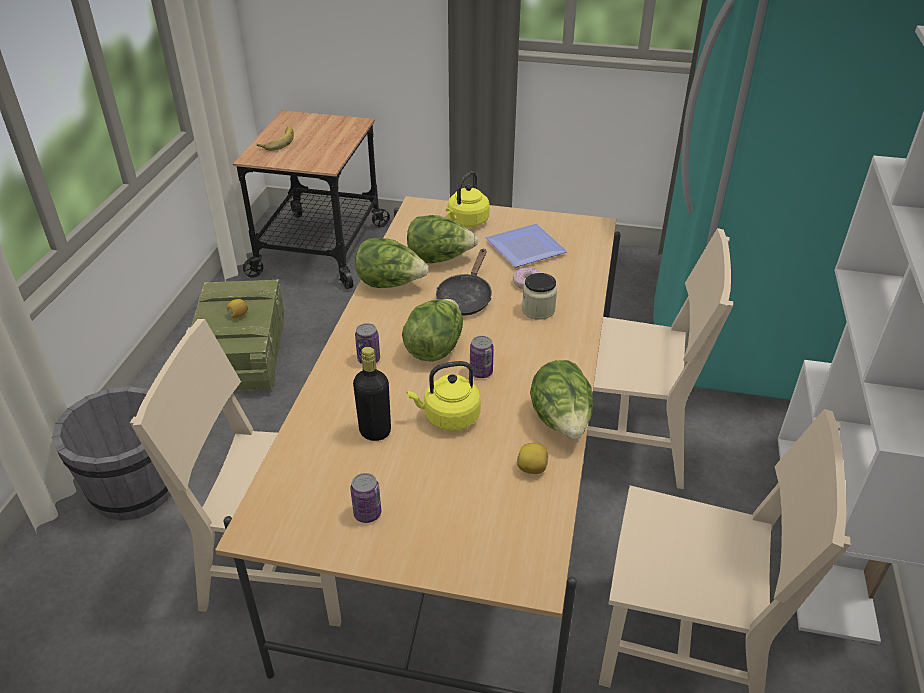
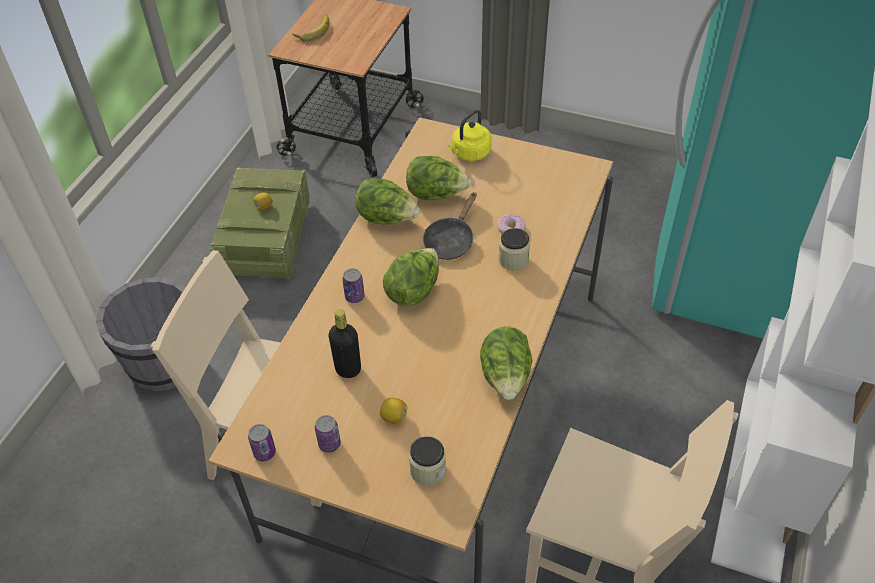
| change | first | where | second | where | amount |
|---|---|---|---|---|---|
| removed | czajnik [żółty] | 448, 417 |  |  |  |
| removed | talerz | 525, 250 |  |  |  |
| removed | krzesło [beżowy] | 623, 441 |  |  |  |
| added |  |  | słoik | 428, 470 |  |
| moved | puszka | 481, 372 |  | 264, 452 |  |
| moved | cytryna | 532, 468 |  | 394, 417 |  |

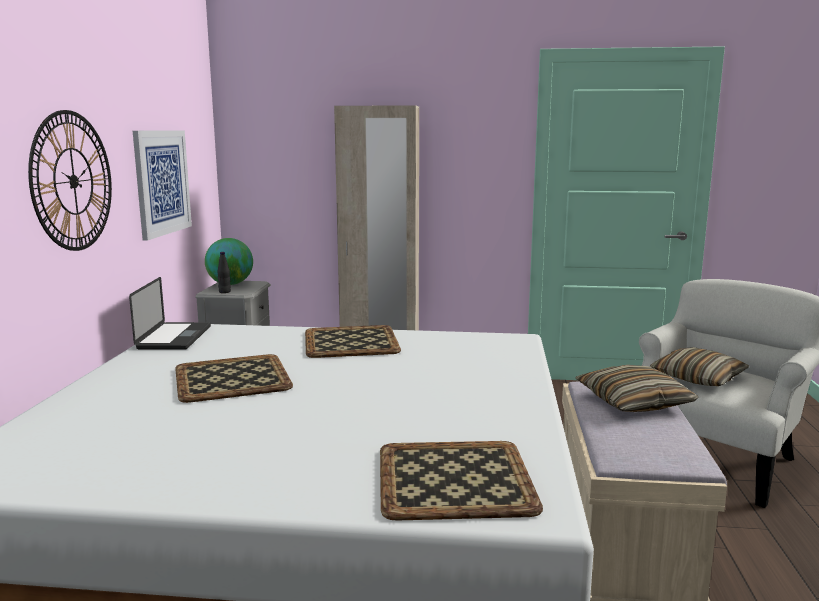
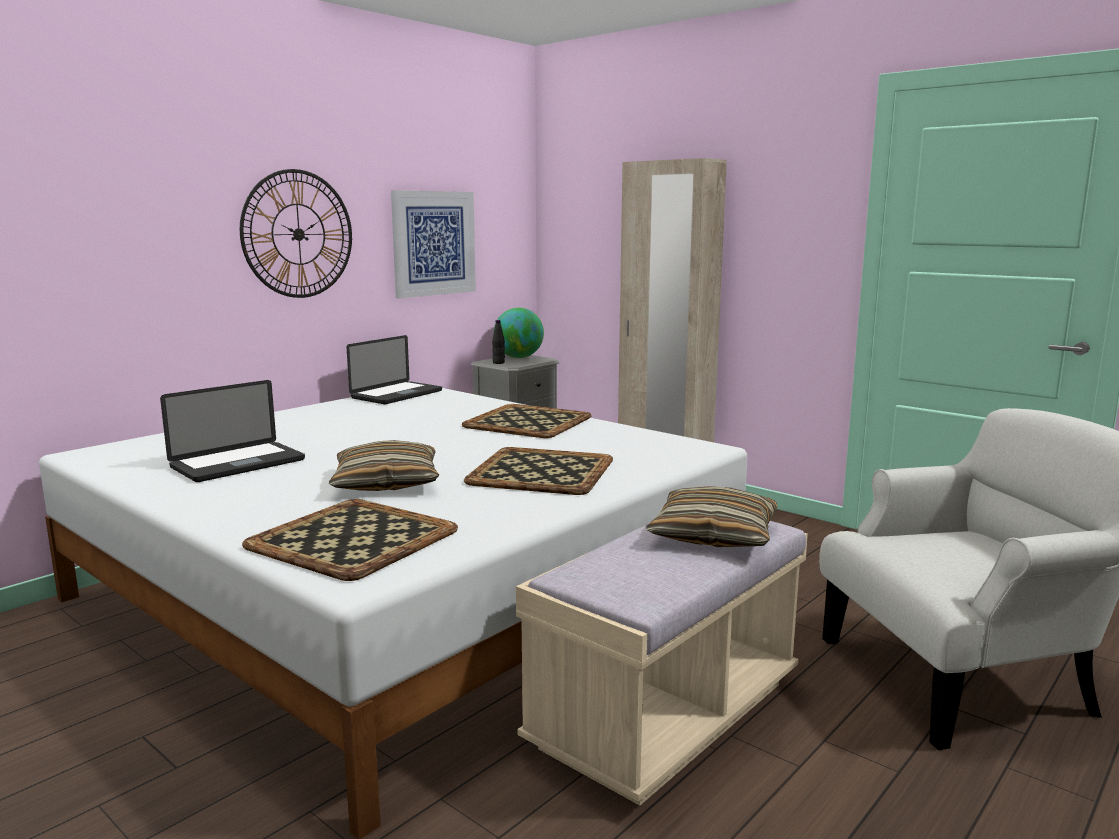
| change | first | where | second | where | amount |
|---|---|---|---|---|---|
| added |  |  | laptop | 238, 464 |  |
| moved | taca | 231, 379 |  | 539, 472 |  |
| moved | poduszka | 698, 378 |  | 386, 482 |  |

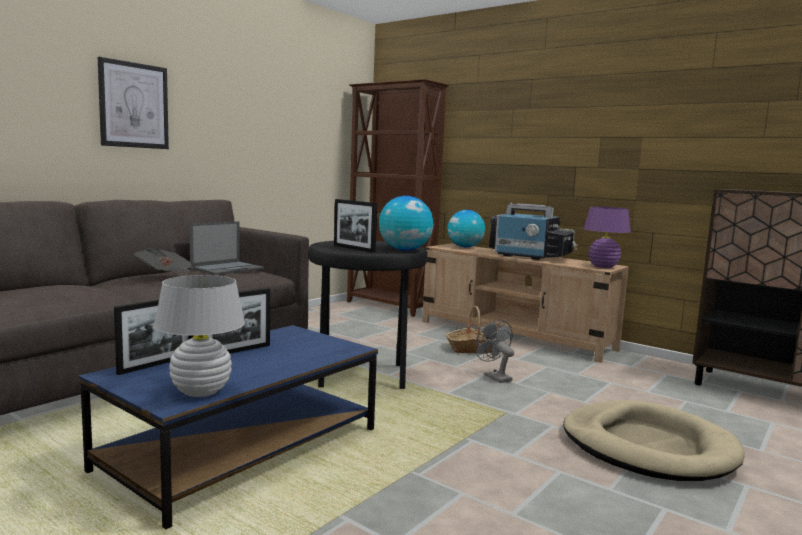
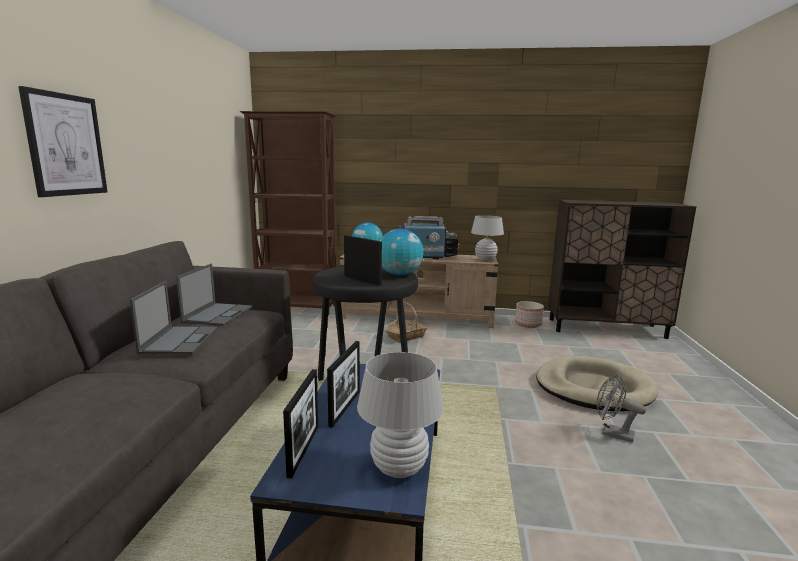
| change | first | where | second | where | amount |
|---|---|---|---|---|---|
| added |  |  | donica | 528, 324 |  |
| moved | wentylator [szary] | 494, 377 |  | 612, 433 |  |
| replaced | gazeta | 167, 277 | laptop | 180, 340 |  |
| recoloured | lampa stołowa [fioletowy] | 603, 267 | lampa stołowa [biały] | 485, 259 |  |
| turned | ramka na zdjęcie | 354, 248 |  | 362, 280 | 150 degrees counterclockwise |

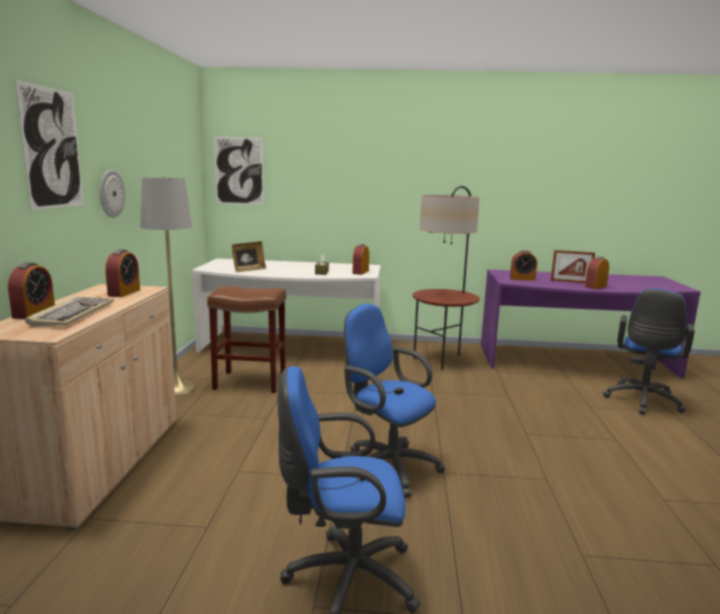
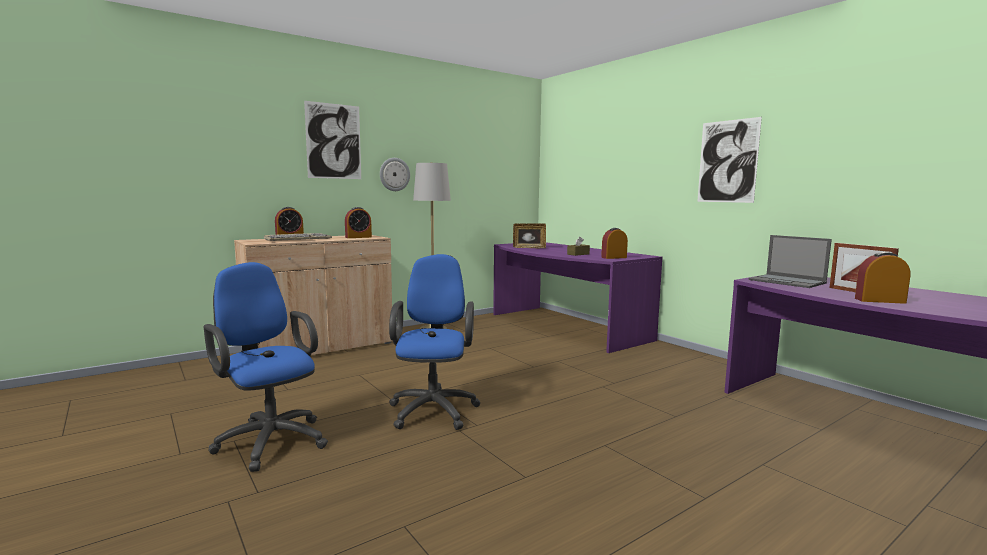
| change | first | where | second | where | amount |
|---|---|---|---|---|---|
| removed | stołek [brązowy] | 249, 382 |  |  |  |
| removed | lampa stojąca | 441, 360 |  |  |  |
| removed | krzesło biurowe [niebieski] | 642, 402 |  |  |  |
| moved | obraz | 239, 171 |  | 727, 161 |  |
| replaced | budzik | 522, 279 | laptop | 788, 281 |  |
| recoloured | biurko [biały] | 290, 347 | biurko [fioletowy] | 563, 327 |  |

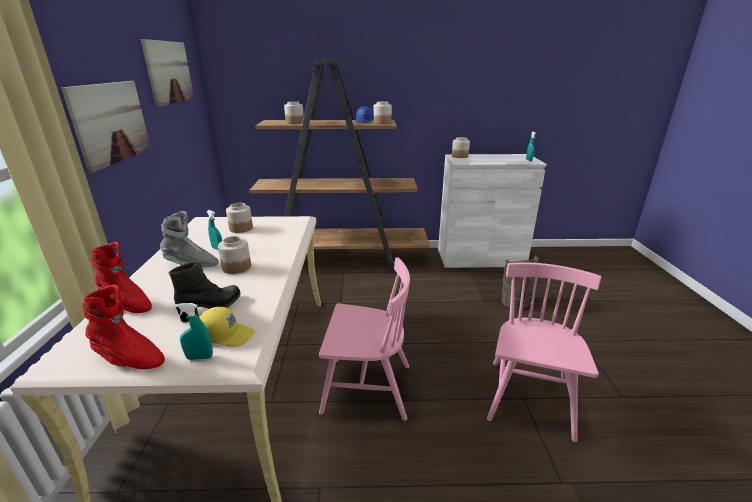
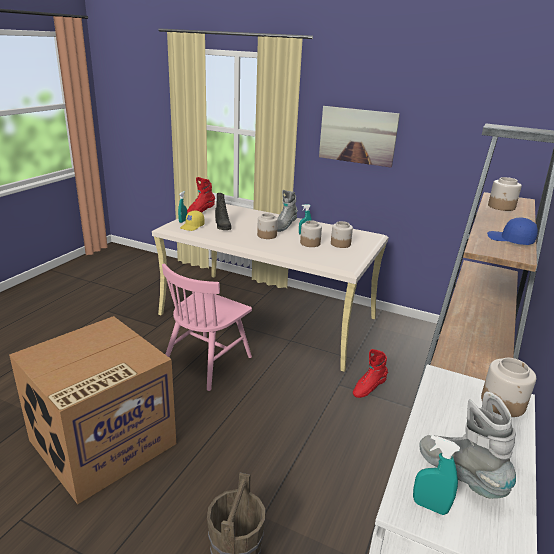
| change | first | where | second | where | amount |
|---|---|---|---|---|---|
| removed | obraz | 169, 72 |  |  |  |
| added |  |  | but z cholewką [szary] | 459, 476 |  |
| moved | but z cholewką [czerwony] | 126, 304 |  | 368, 388 |  |
| moved | słoik | 382, 122 |  | 310, 243 |  |
| replaced | krzesło [różowy] | 529, 398 | karton | 102, 444 |  |

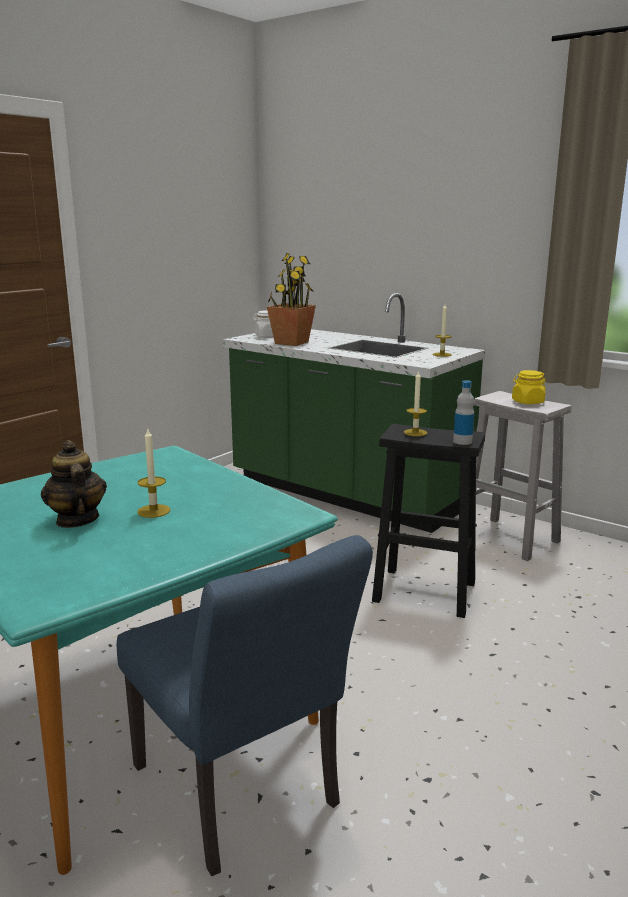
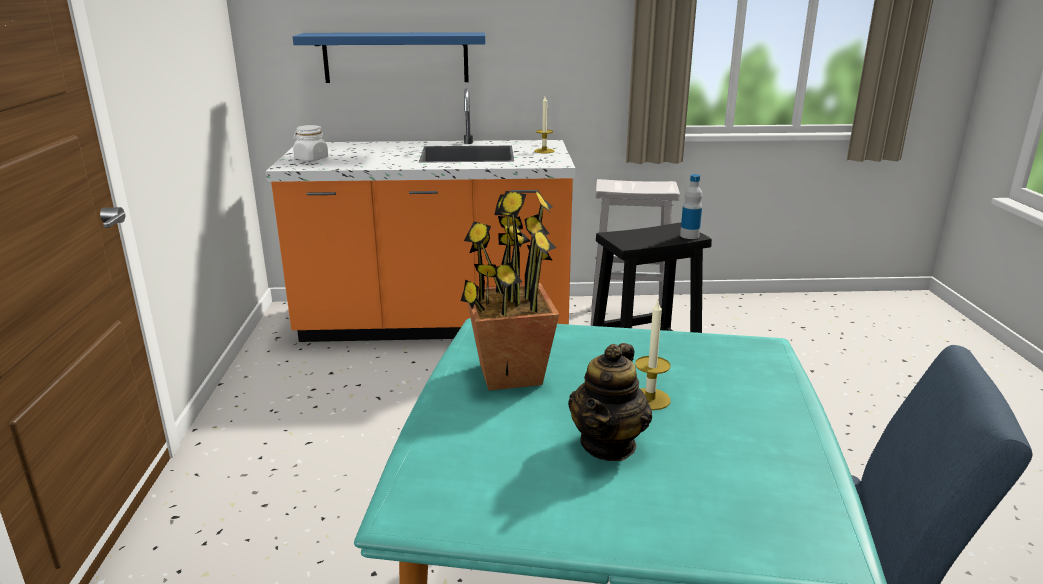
| change | first | where | second | where | amount |
|---|---|---|---|---|---|
| removed | świeca | 415, 432 |  |  |  |
| removed | słoik [żółty] | 527, 402 |  |  |  |
| added |  |  | półka [niebieski] | 396, 57 |  |
| moved | roślina doniczkowa | 291, 343 |  | 509, 374 |  |
| recoloured | zabudowa kuchenna [zielony] | 346, 494 | zabudowa kuchenna [pomarańczowy] | 435, 324 |  |
| turned | imbryk | 76, 520 |  | 609, 444 | 90 degrees counterclockwise |

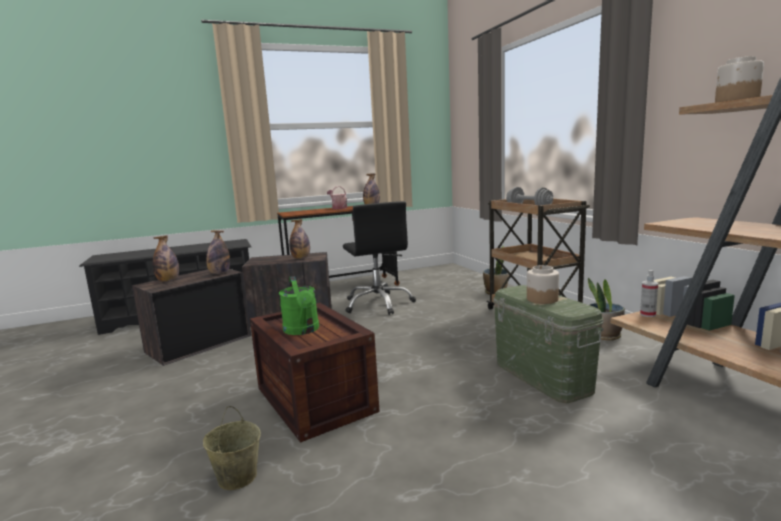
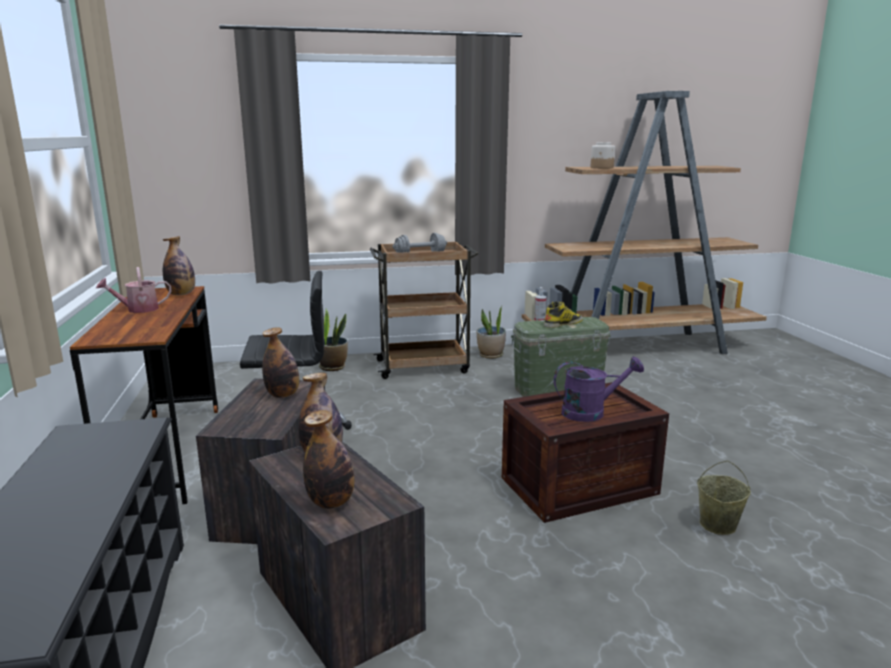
| change | first | where | second | where | amount |
|---|---|---|---|---|---|
| replaced | słoik | 542, 299 | but z cholewką | 563, 324 |  |
| recoloured | konewka [zielony] | 302, 330 | konewka [fioletowy] | 590, 412 |  |

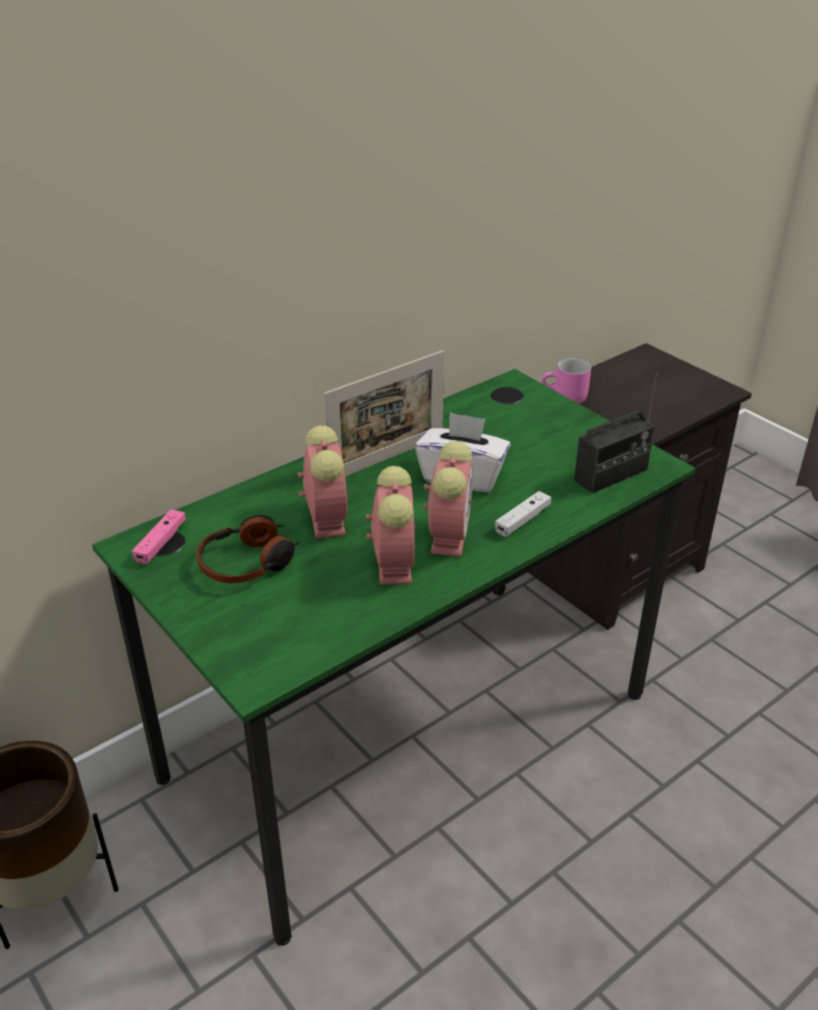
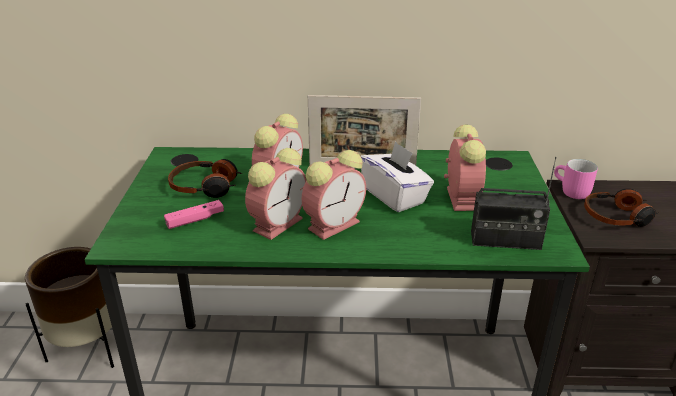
| change | first | where | second | where | amount |
|---|---|---|---|---|---|
| removed | pad do gier [biały] | 522, 520 |  |  |  |
| added |  |  | budzik | 460, 197 |  |
| added |  |  | słuchawki | 617, 217 |  |
| moved | pad do gier [różowy] | 161, 543 |  | 195, 220 |  |

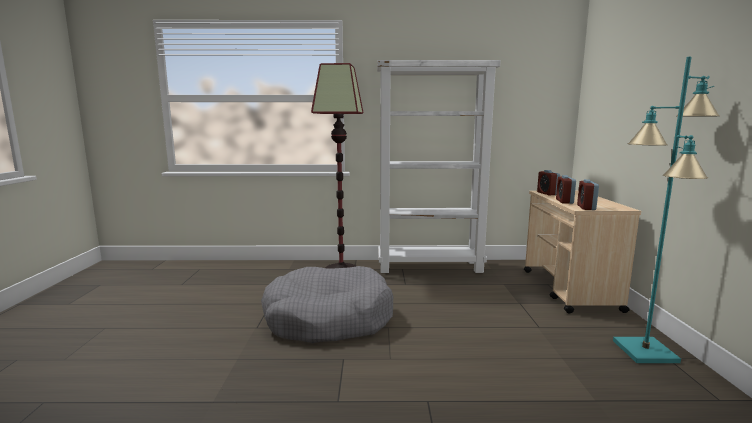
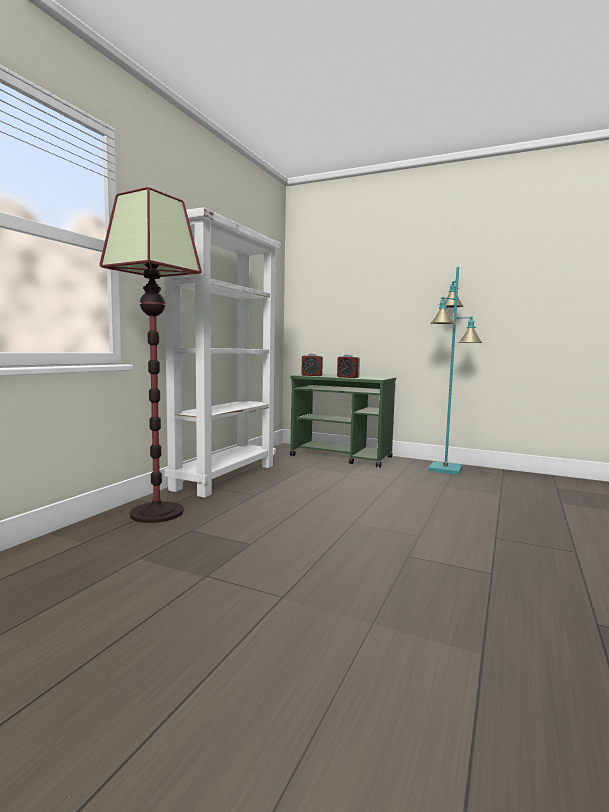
| change | first | where | second | where | amount |
|---|---|---|---|---|---|
| removed | legowisko [szary] | 328, 319 |  |  |  |
| removed | budzik | 586, 207 |  |  |  |
| recoloured | wózek [beżowy] | 570, 290 | wózek [zielony] | 342, 457 |  |

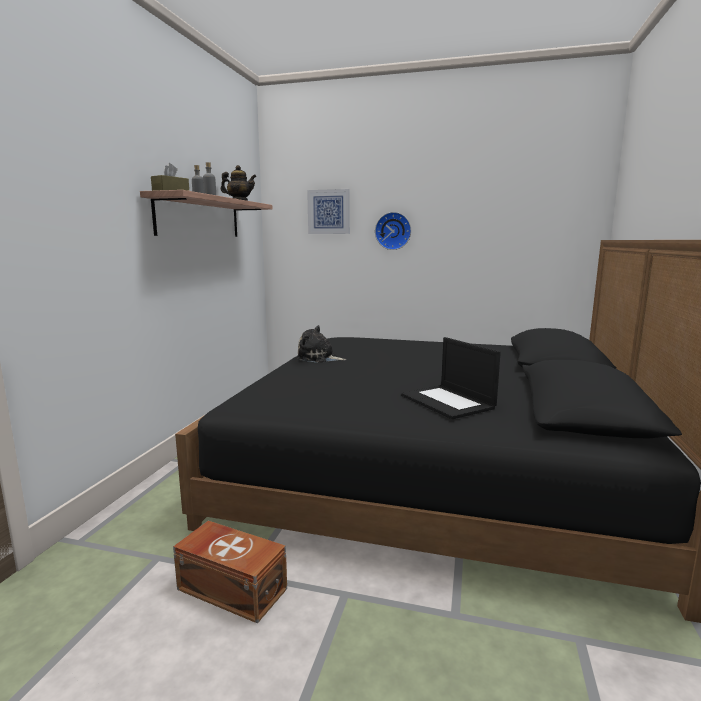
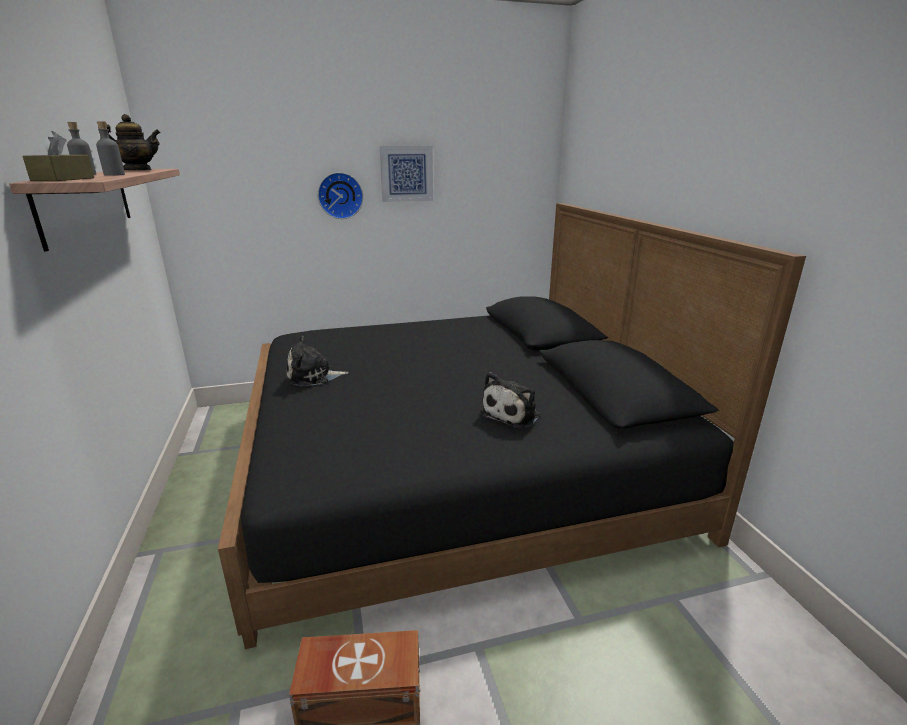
| change | first | where | second | where | amount |
|---|---|---|---|---|---|
| moved | obraz | 328, 212 |  | 406, 174 |  |
| replaced | laptop | 448, 402 | pluszak | 512, 414 |  |

